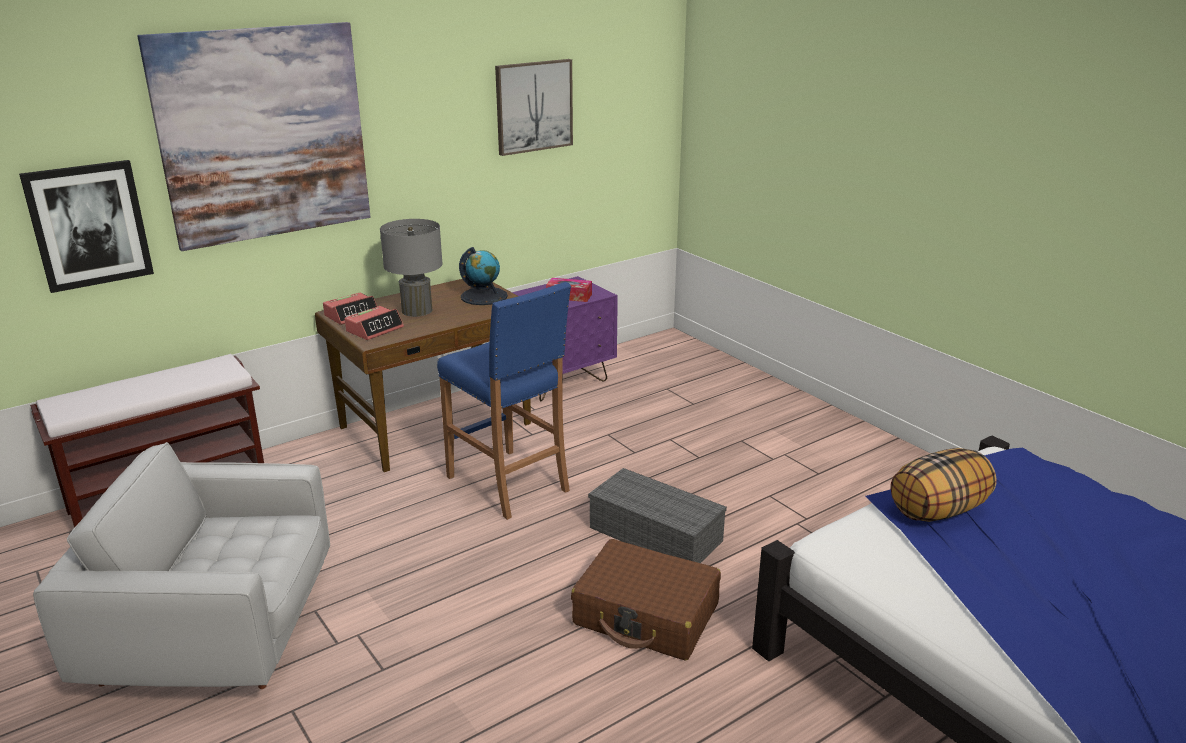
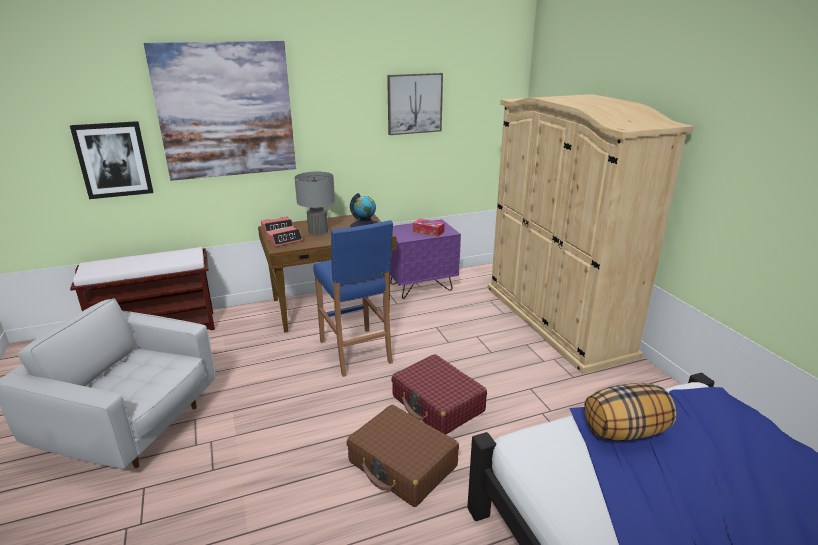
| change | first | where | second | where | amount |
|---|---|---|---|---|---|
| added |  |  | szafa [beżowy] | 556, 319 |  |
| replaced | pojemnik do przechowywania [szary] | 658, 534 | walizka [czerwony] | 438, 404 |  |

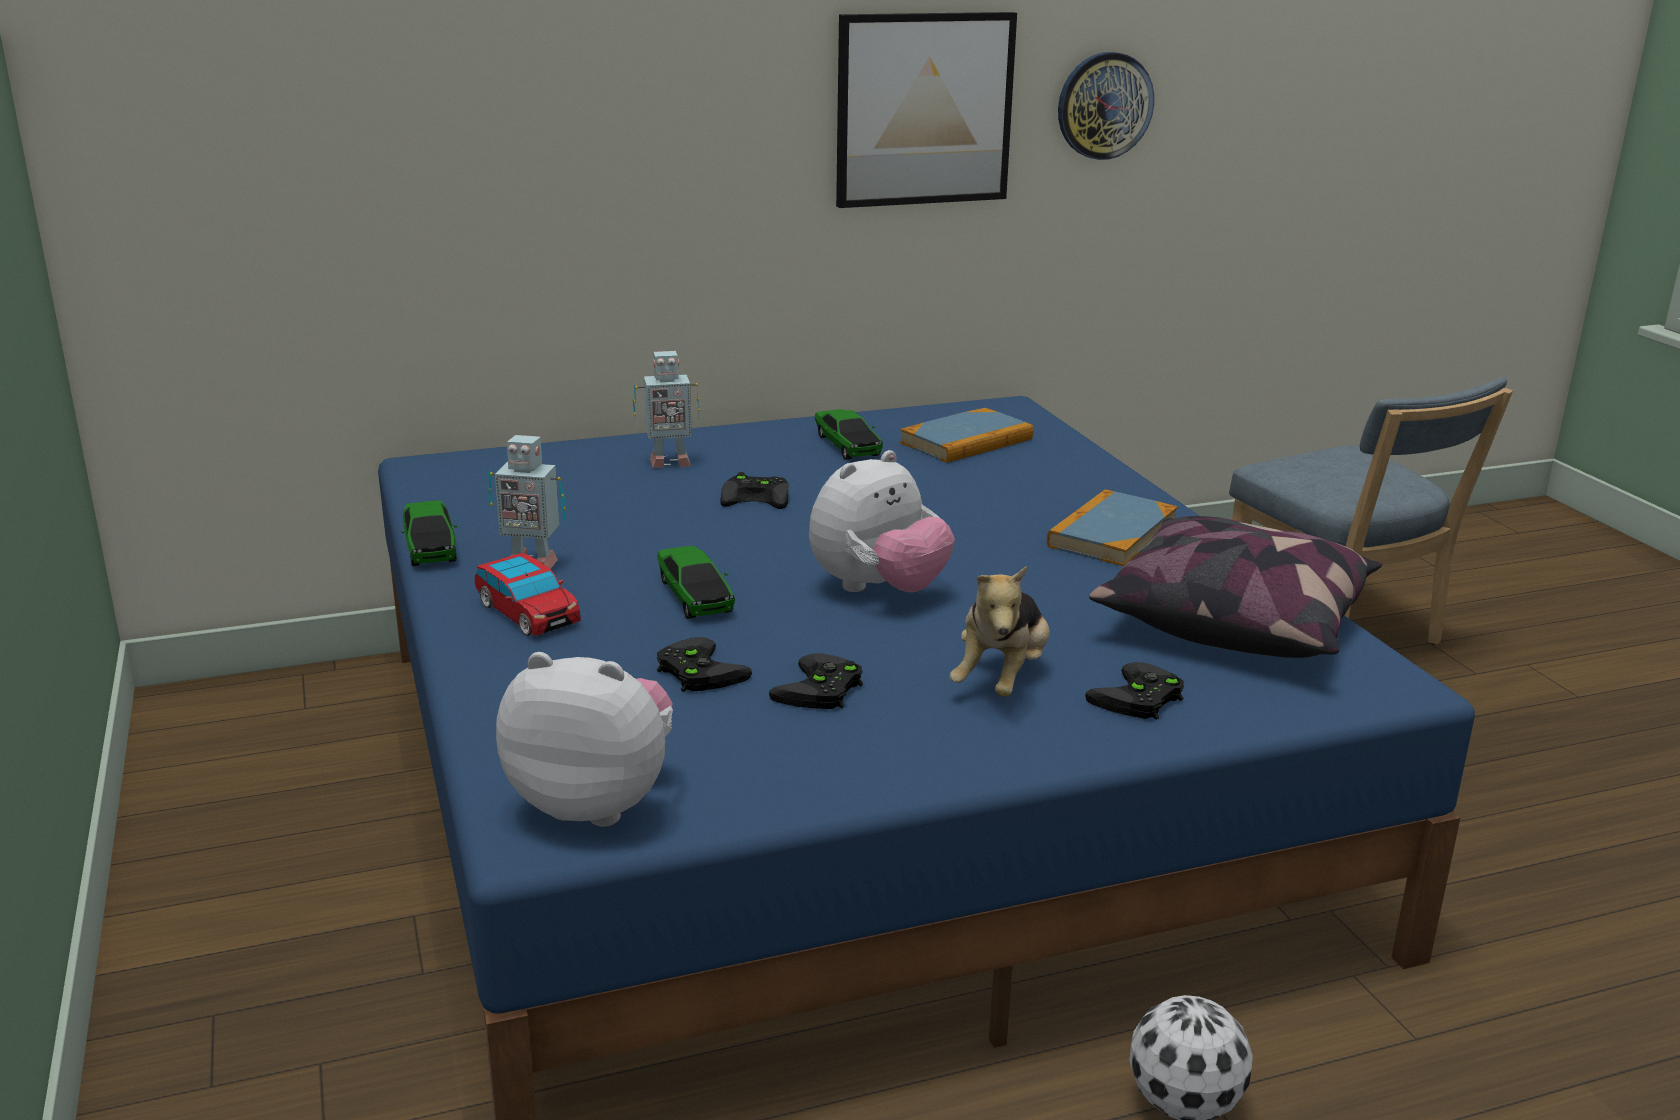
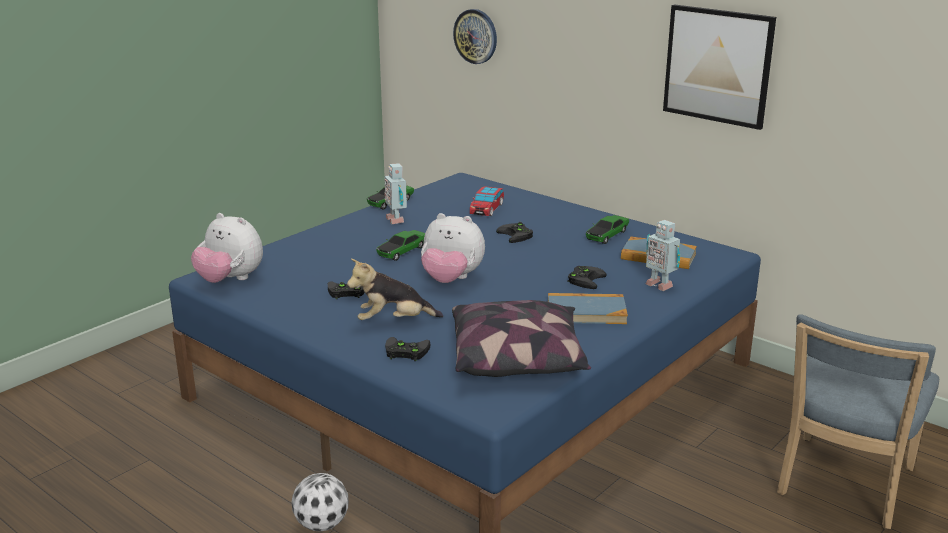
| change | first | where | second | where | amount |
|---|---|---|---|---|---|
| moved | samochodzik | 527, 613 |  | 486, 209 |  |
| moved | robot zabawkowy | 668, 462 |  | 659, 285 |  |
| moved | pad do gier [czarny] | 696, 671 |  | 585, 279 |  |
| moved | zegar ścienny | 1104, 105 |  | 476, 36 |  |
| turned | pluszak | 595, 802 |  | 230, 280 | 135 degrees clockwise |

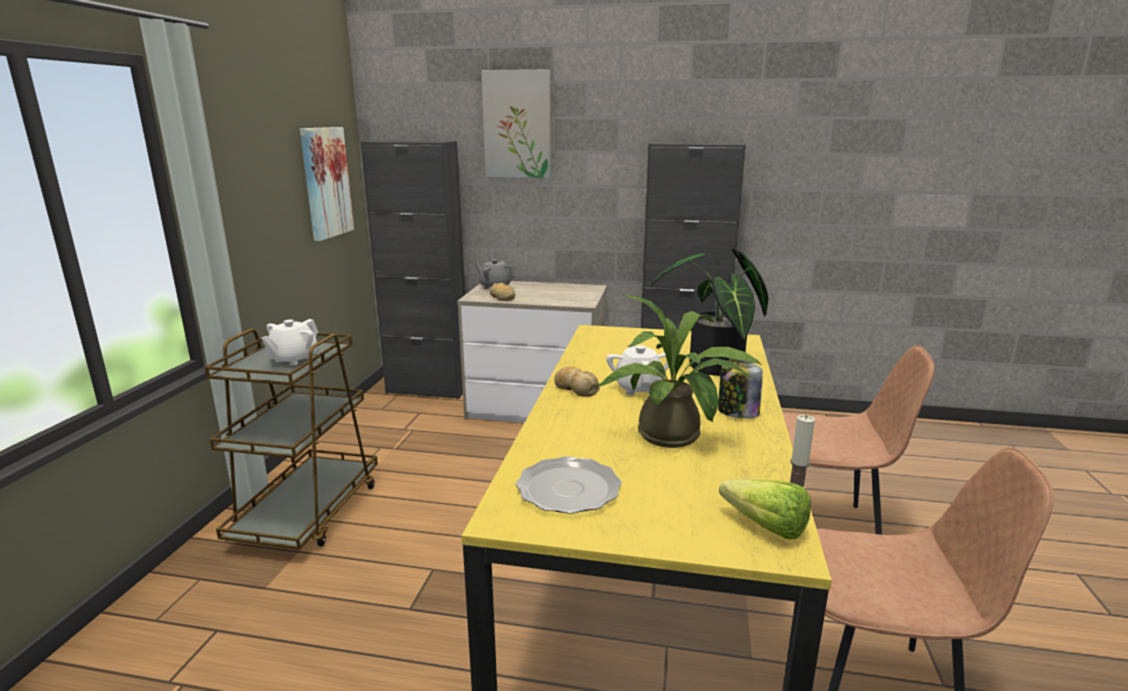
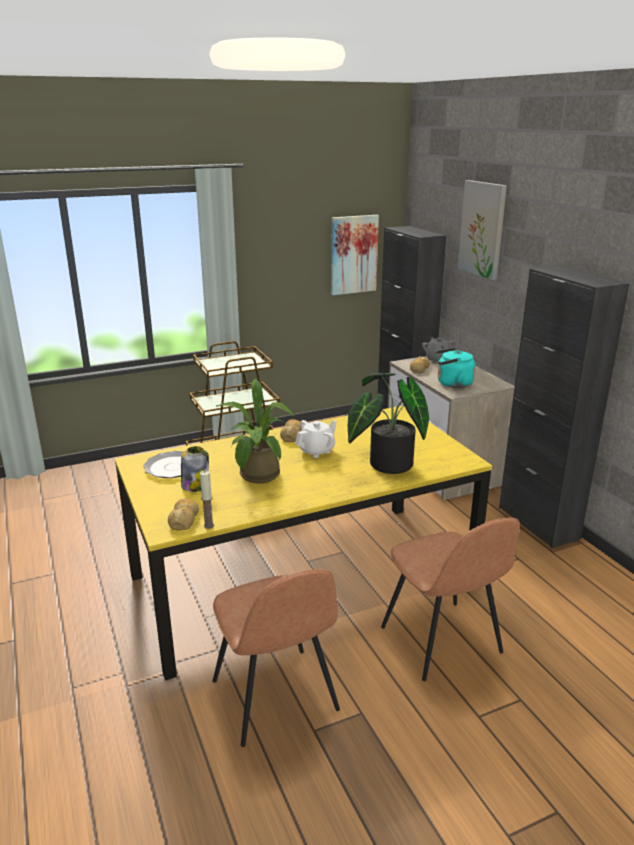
| change | first | where | second | where | amount |
|---|---|---|---|---|---|
| removed | imbryk [biały] | 293, 359 |  |  |  |
| added |  |  | czajnik [turkusowy] | 452, 384 |  |
| moved | słoik | 737, 412 |  | 195, 485 |  |
| replaced | sałata | 759, 523 | chleb | 184, 519 |  |

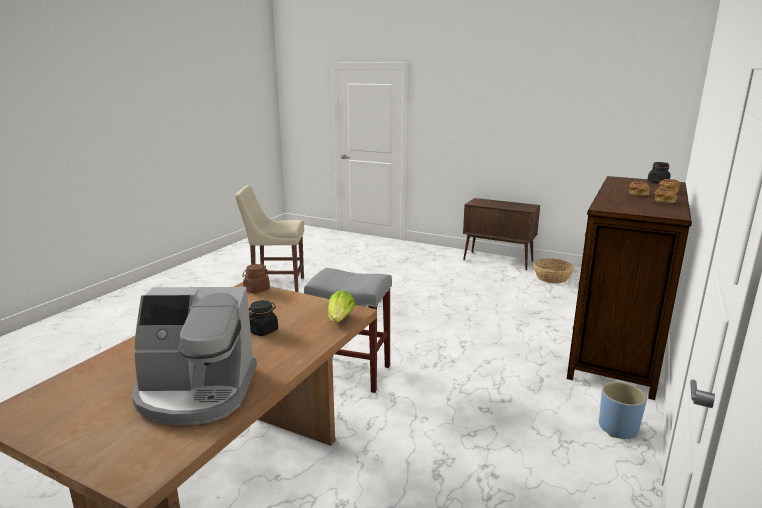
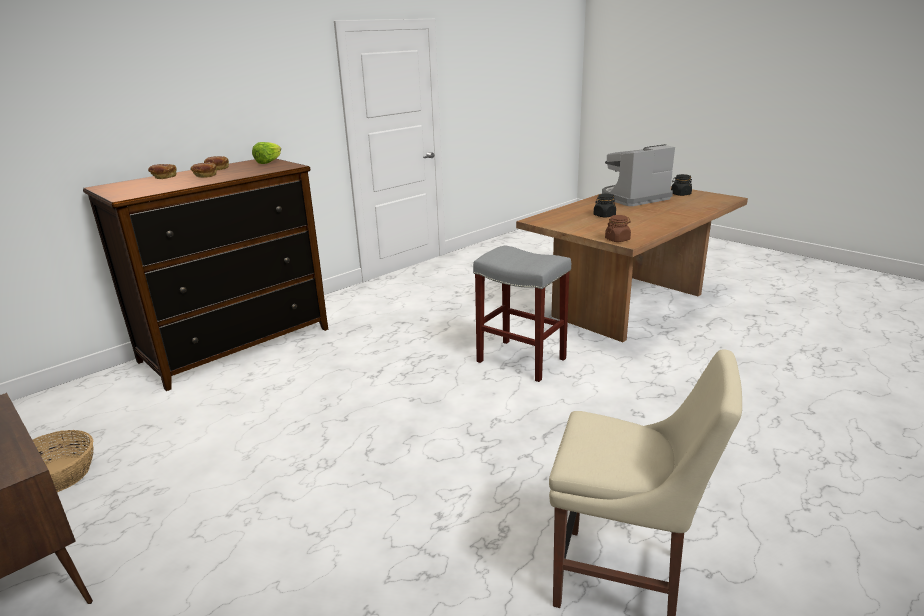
| change | first | where | second | where | amount |
|---|---|---|---|---|---|
| removed | donica [niebieski] | 617, 428 |  |  |  |
| moved | sałata | 340, 320 |  | 269, 162 |  |
| moved | słoik [czarny] | 658, 182 |  | 680, 194 |  |
| turned | ekspres do kawy | 196, 392 |  | 634, 198 | 45 degrees counterclockwise |

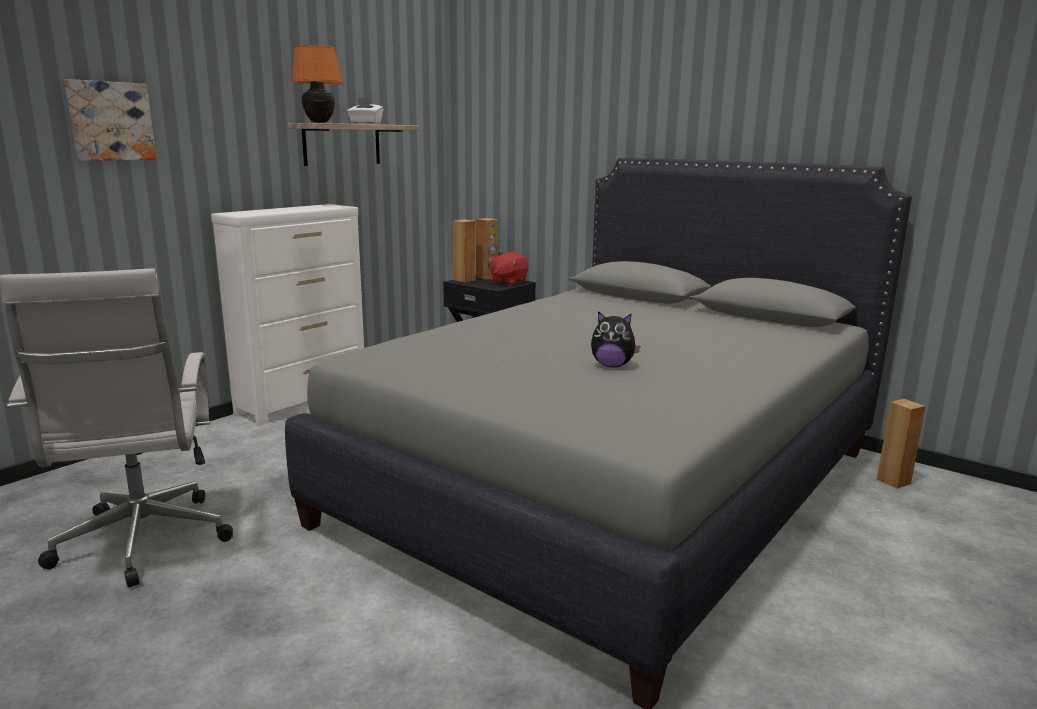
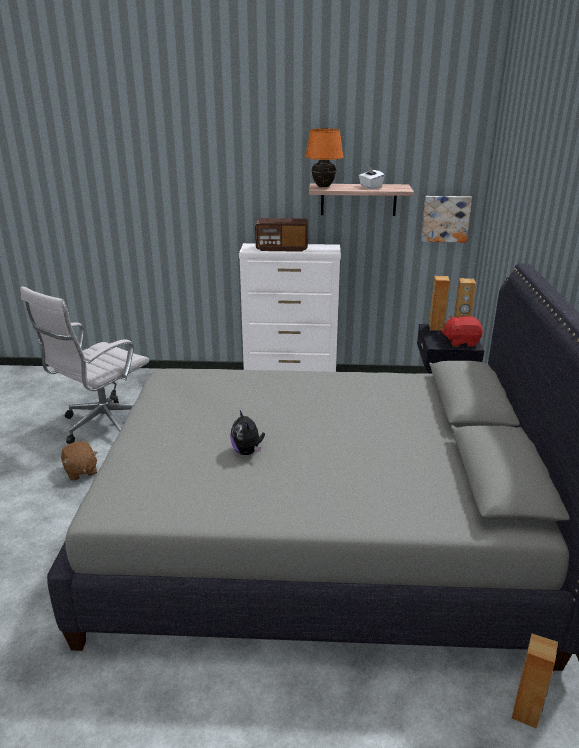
| change | first | where | second | where | amount |
|---|---|---|---|---|---|
| added |  |  | pluszak [brązowy] | 80, 471 |  |
| added |  |  | radio | 282, 248 |  |
| moved | obraz | 110, 121 |  | 445, 218 |  |

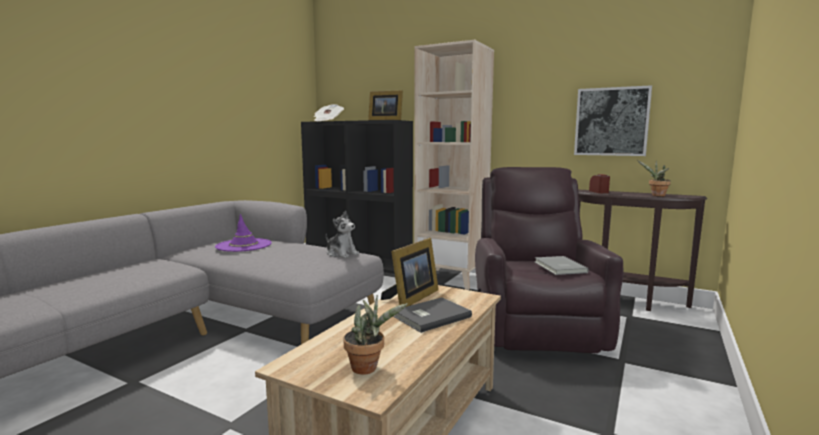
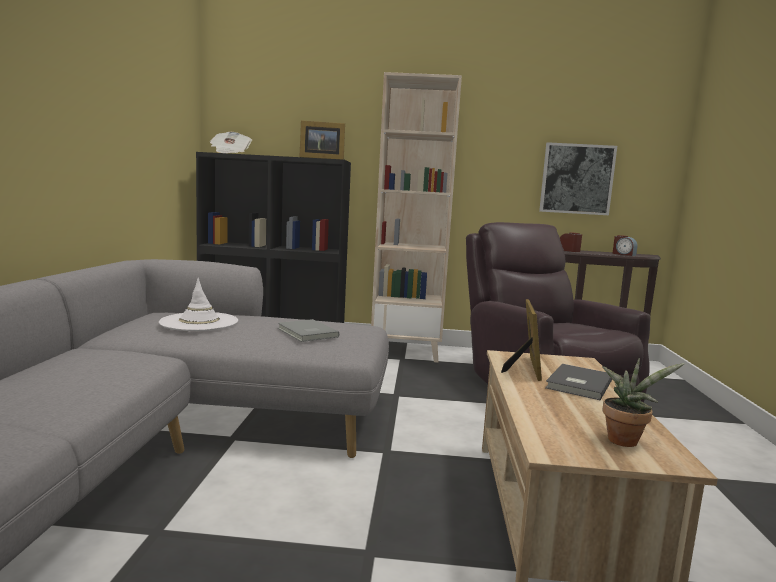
| change | first | where | second | where | amount |
|---|---|---|---|---|---|
| removed | pluszak | 341, 254 |  |  |  |
| moved | książka [szary] | 559, 267 |  | 306, 333 |  |
| replaced | roślina doniczkowa | 656, 195 | budzik | 623, 254 |  |
| recoloured | kapelusz [fioletowy] | 244, 245 | kapelusz [biały] | 199, 322 |  |

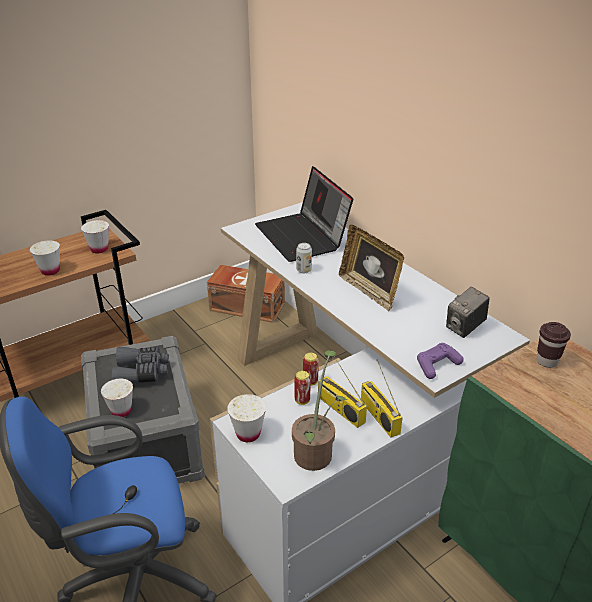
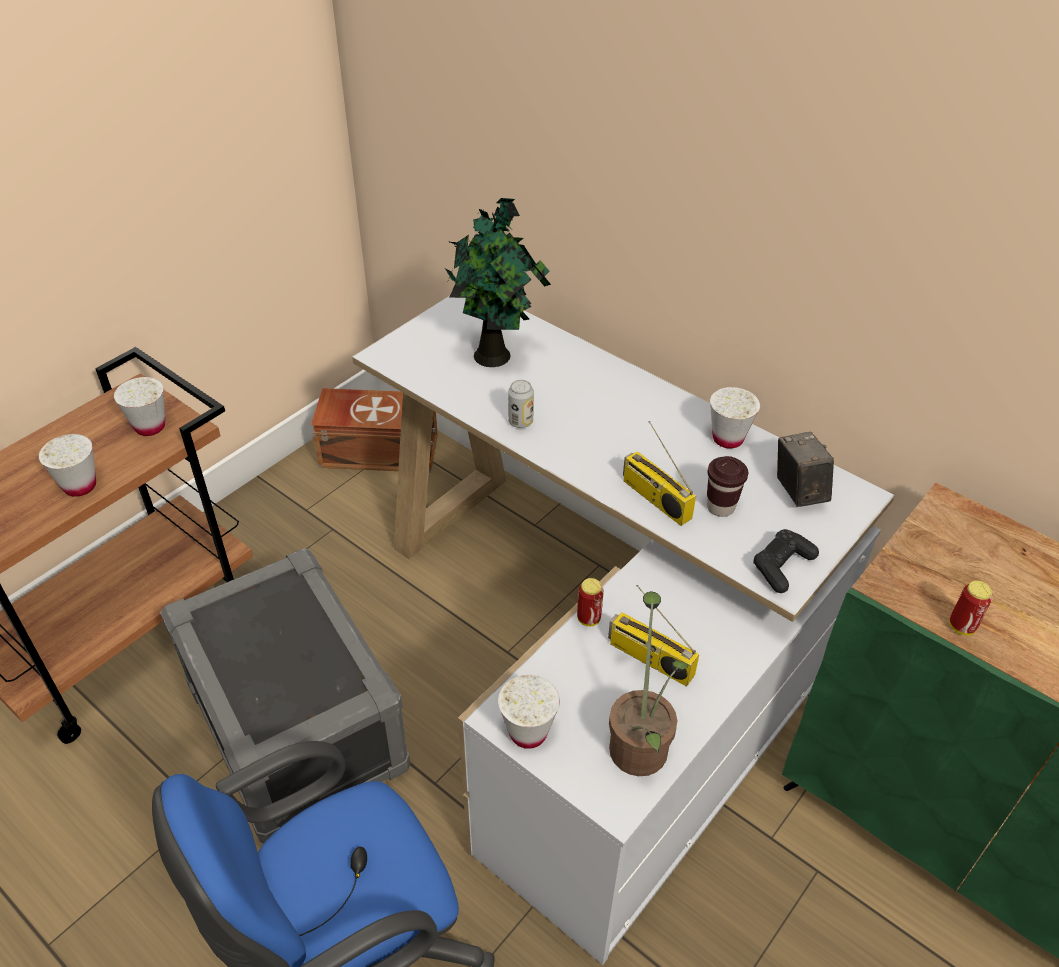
| change | first | where | second | where | amount |
|---|---|---|---|---|---|
| removed | lornetka [szary] | 142, 372 |  |  |  |
| removed | ramka na zdjęcie | 369, 291 |  |  |  |
| moved | filiżanka [biały] | 121, 411 |  | 728, 438 |  |
| moved | puszka | 302, 400 |  | 961, 626 |  |
| moved | radio | 378, 416 |  | 654, 499 |  |
| moved | filiżanka [brązowy] | 546, 361 |  | 720, 507 |  |
| replaced | laptop | 303, 237 | roślina doniczkowa | 495, 356 |  |
| recoloured | pad do gier [fioletowy] | 437, 365 | pad do gier [czarny] | 782, 566 |  |
| turned | aparat fotograficzny | 464, 328 |  | 798, 490 | 135 degrees clockwise |

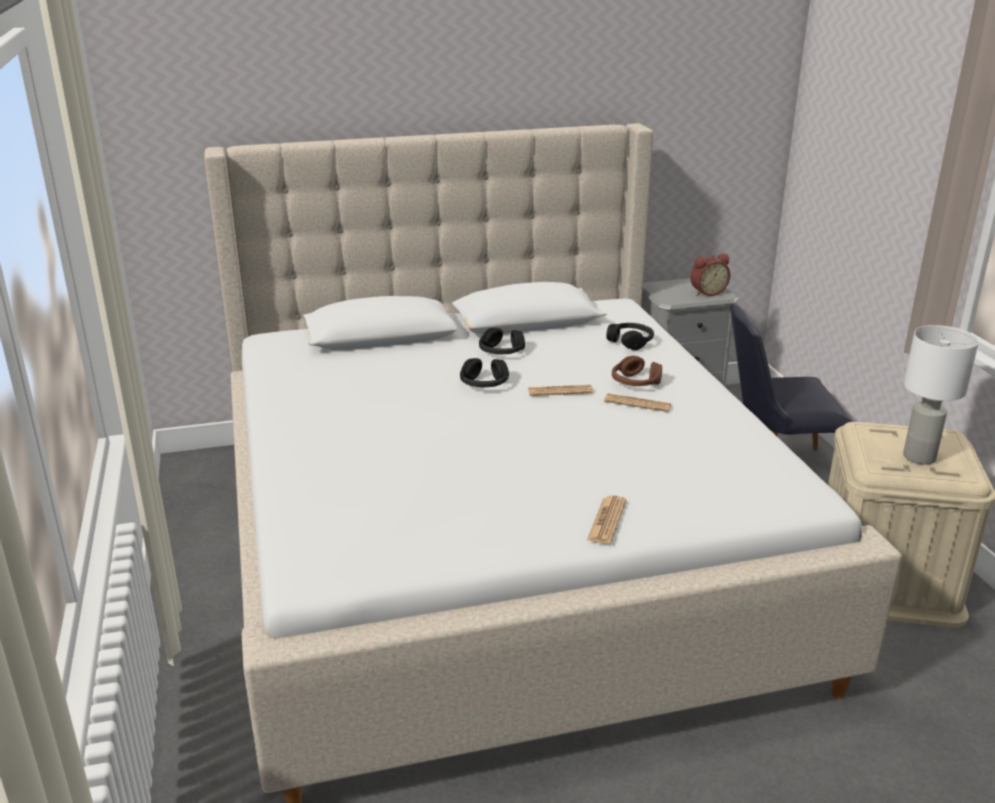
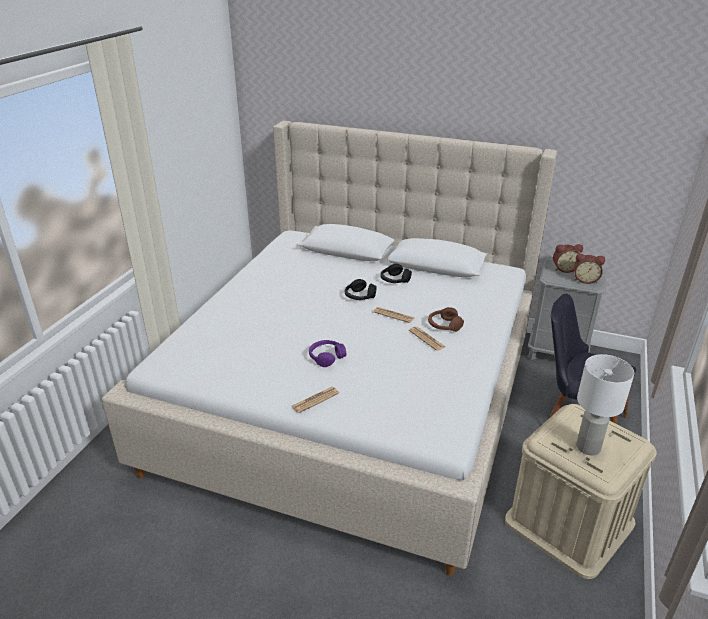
| change | first | where | second | where | amount |
|---|---|---|---|---|---|
| removed | słuchawki [czarny] | 630, 342 |  |  |  |
| added |  |  | słuchawki [fioletowy] | 326, 357 |  |
| added |  |  | budzik | 564, 269 |  |

